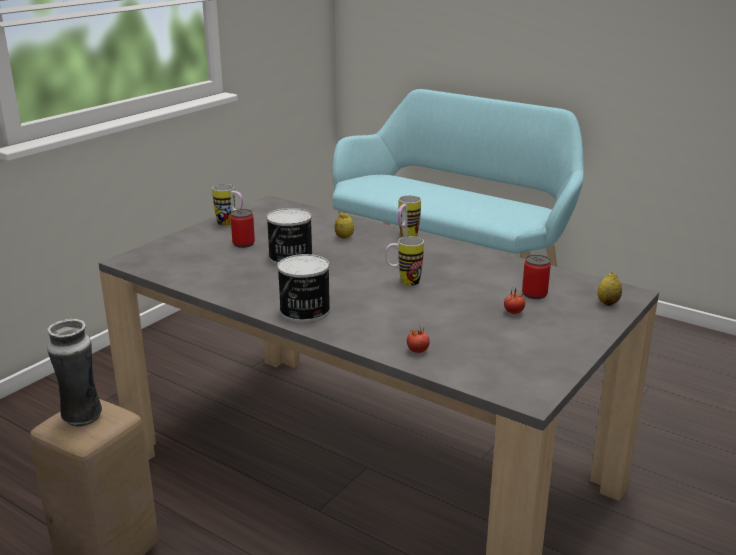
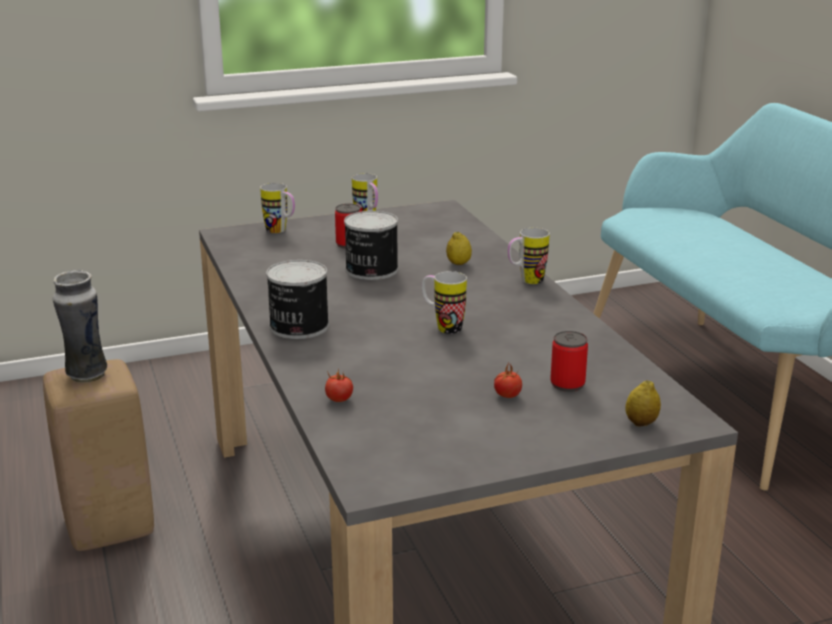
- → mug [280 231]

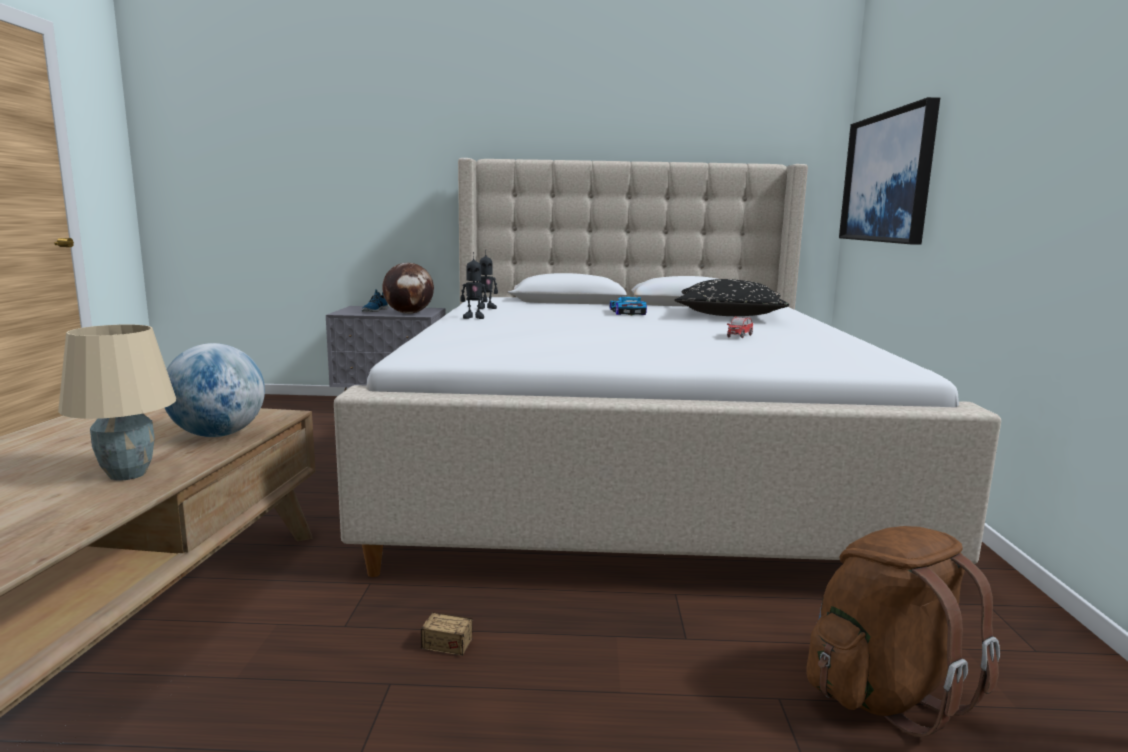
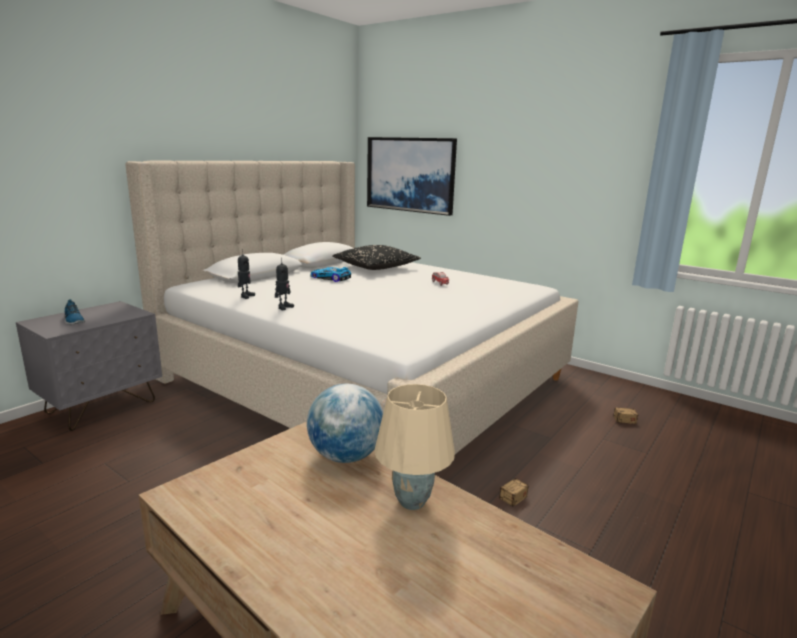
backpack in brown [884 693] → storage box [611 419]
globe [409 313] → -

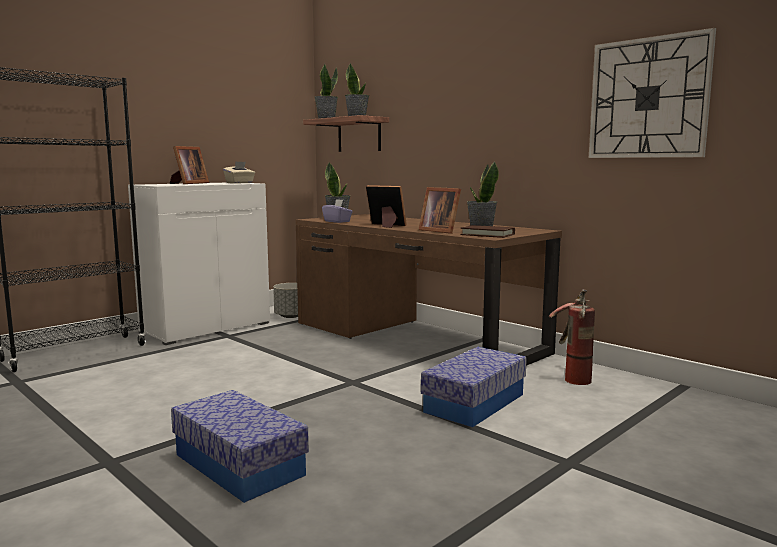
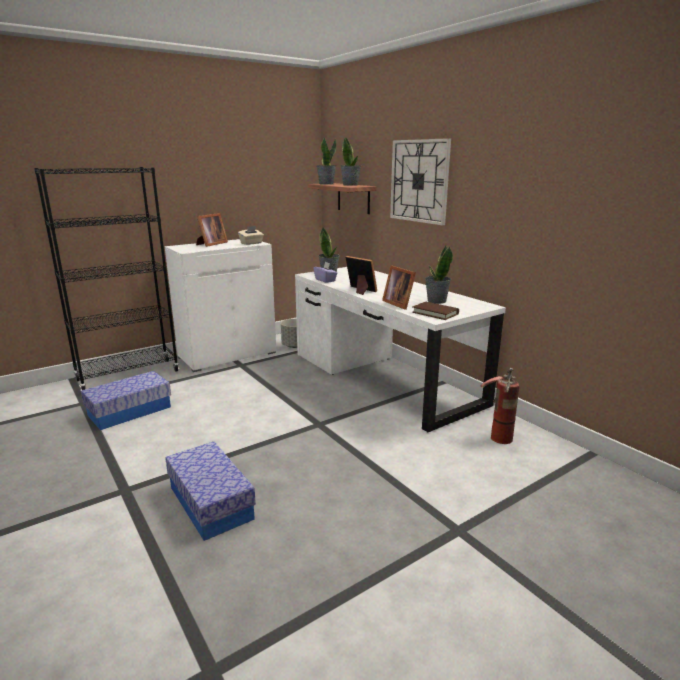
storage box [474 403] → storage box [130 411], move
desk in brown [415 338] → desk in white [384 378]
wall clock [648 98] → wall clock [419 181], move

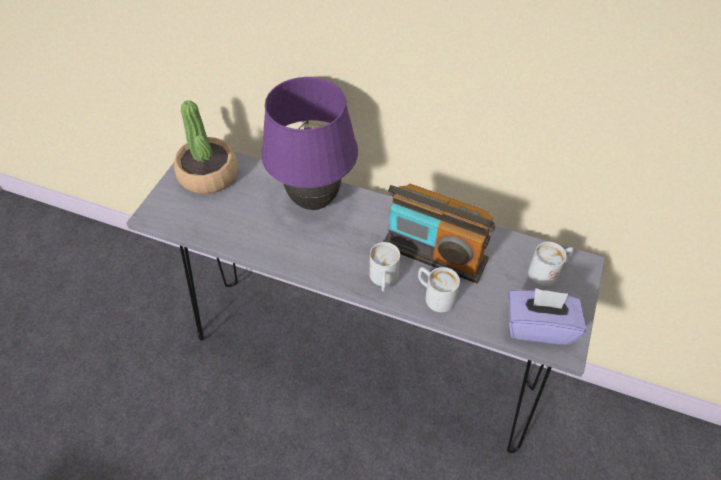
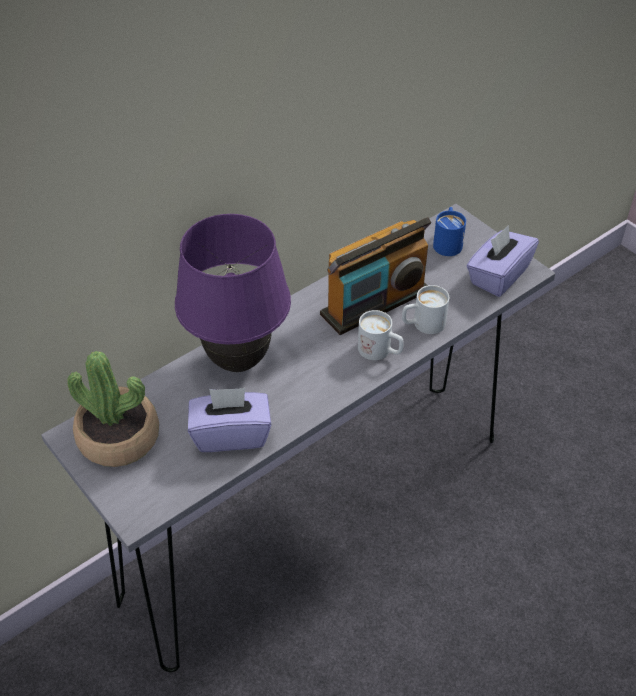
- → tissue box in purple [231 434]
mug in white [548 271] → mug in blue [447 242]

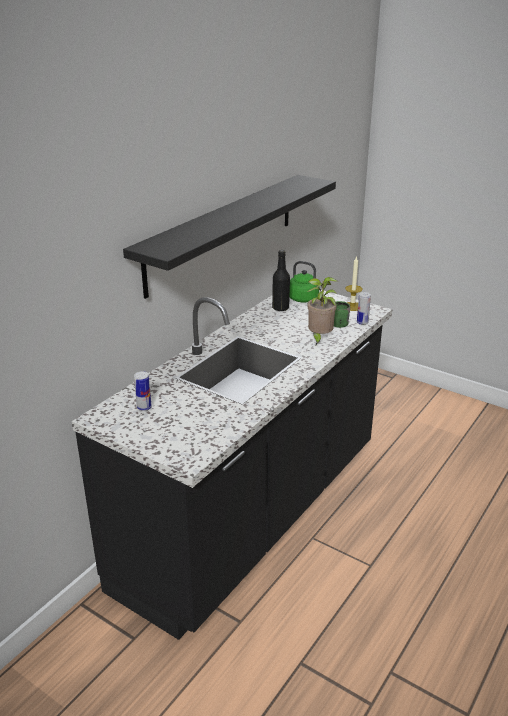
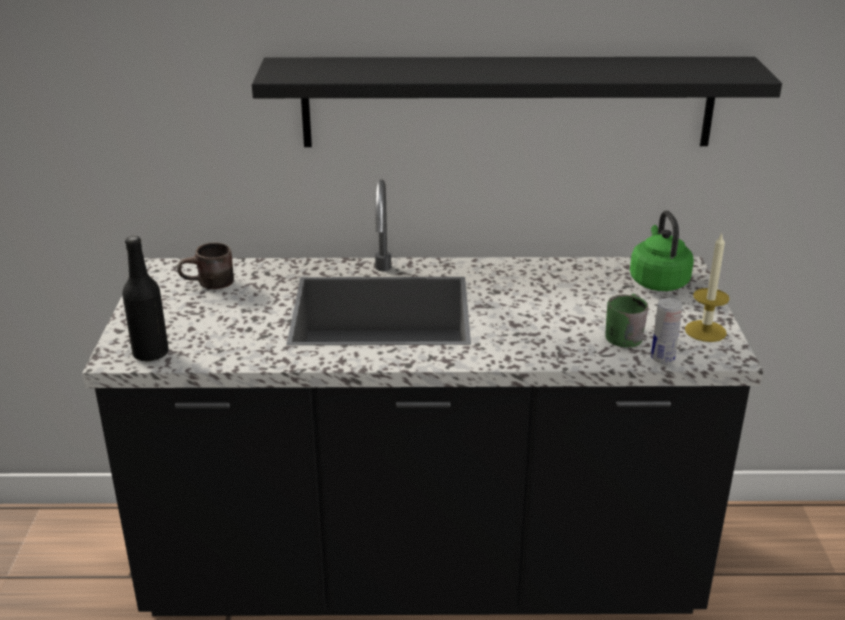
bottle in black [280 308] → bottle in black [150 353], move
can [144 407] → mug in brown [209 285]
potted plant [319 338] → -

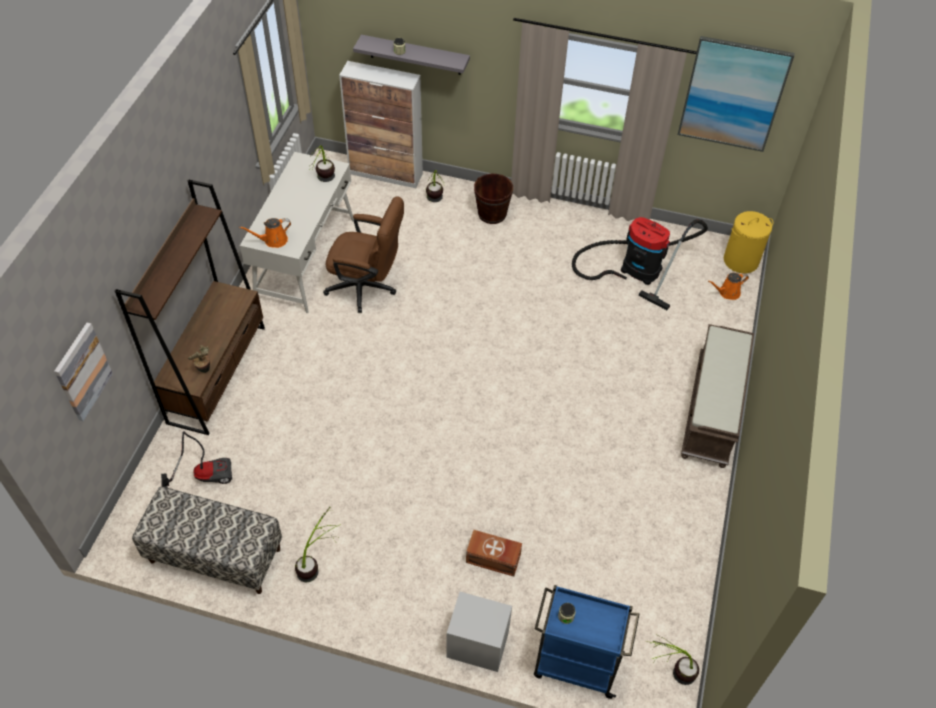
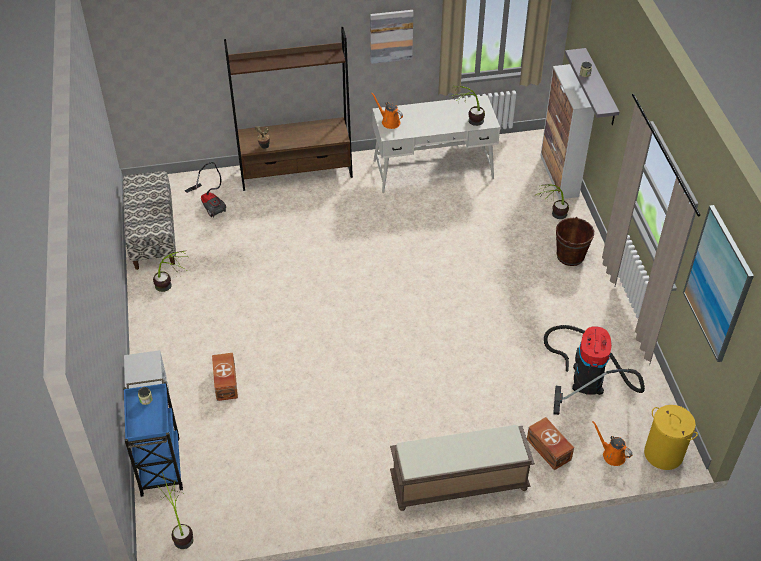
picture [82 371] → picture [391 36], move
- → storage box in brown [548 450]
office chair in brown [367 288] → -

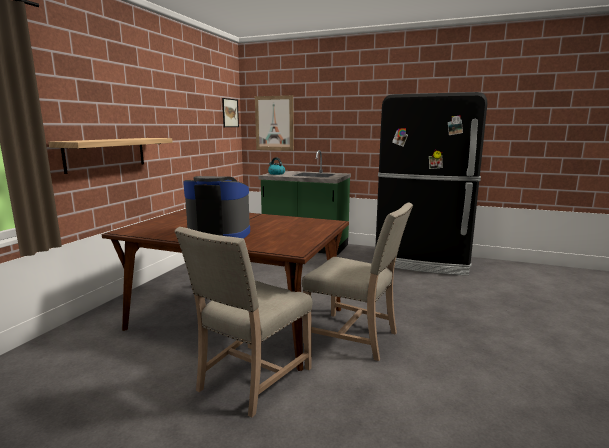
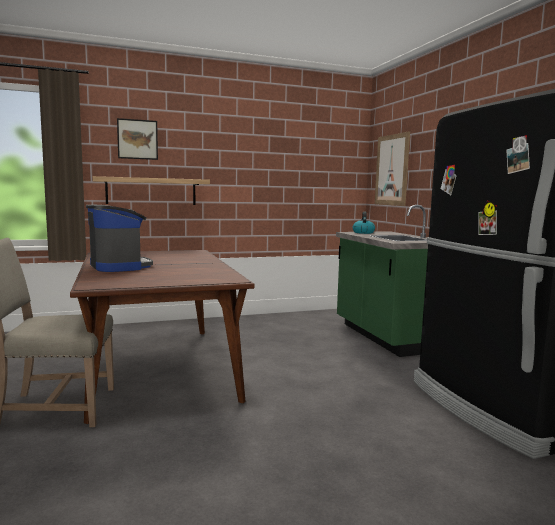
picture [230 113] → picture [137 139], move
chair in beige [354 337] → -

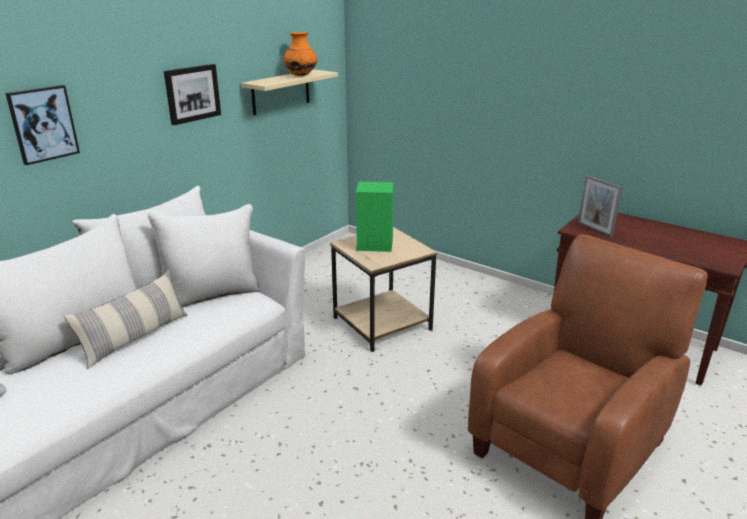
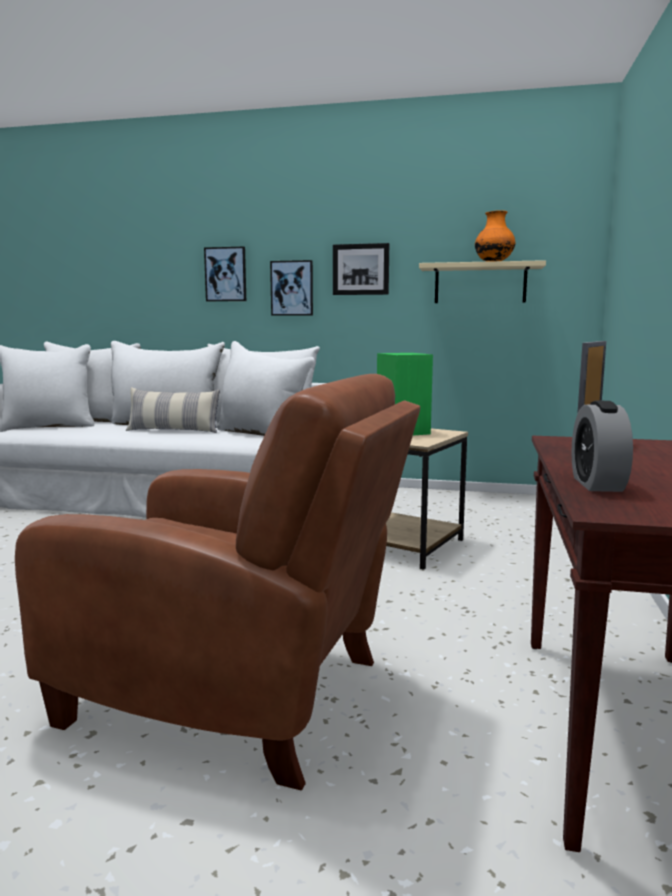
- → picture [292 288]
- → alarm clock [597 484]

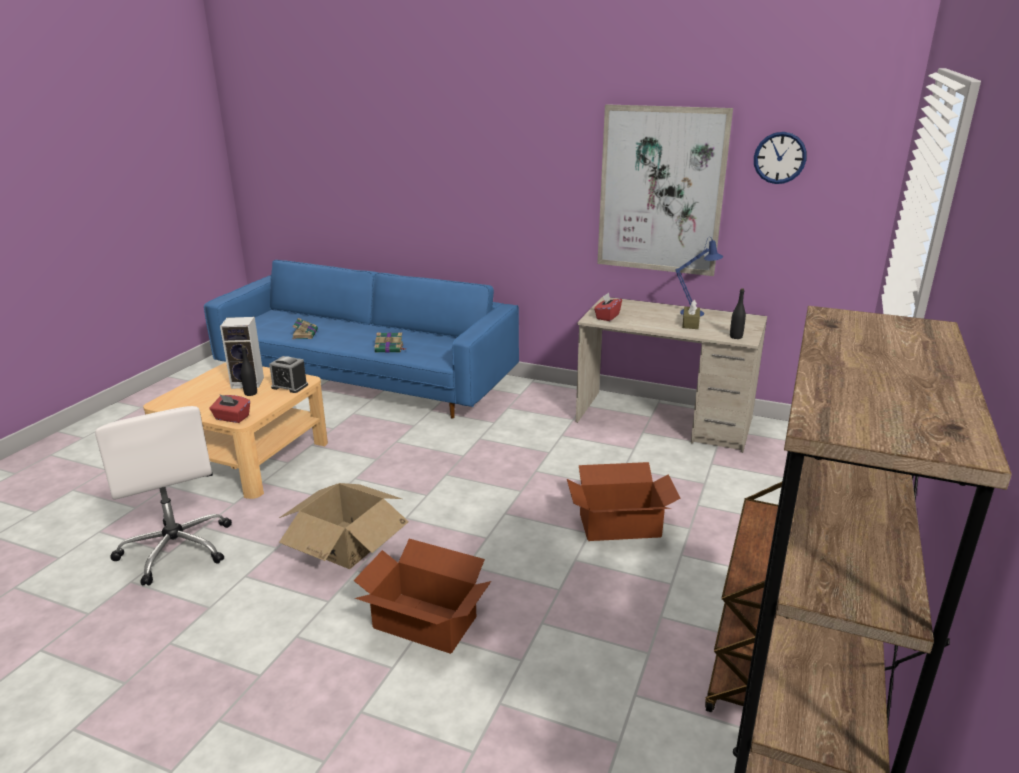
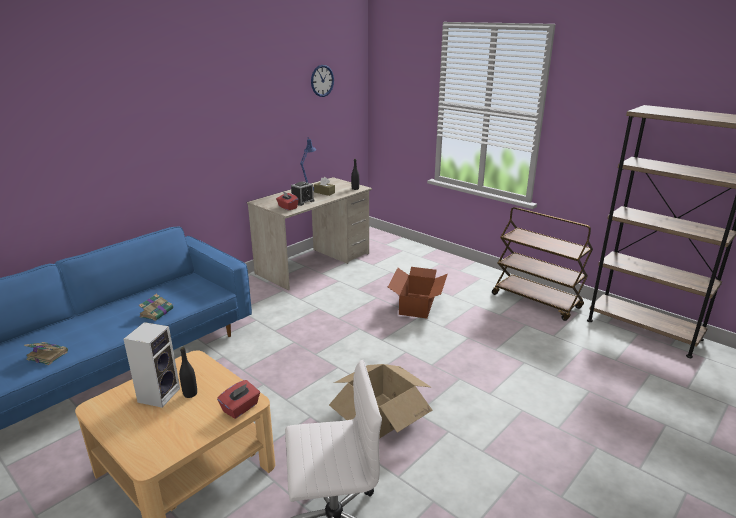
alarm clock [289 386] → alarm clock [302 201], move
cardboard box [425 623] → -
picture [661 190] → -

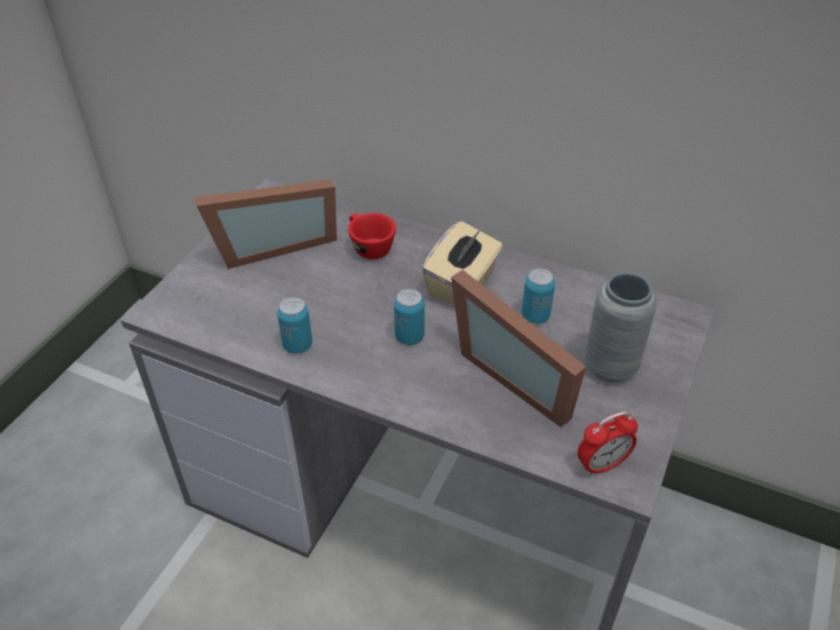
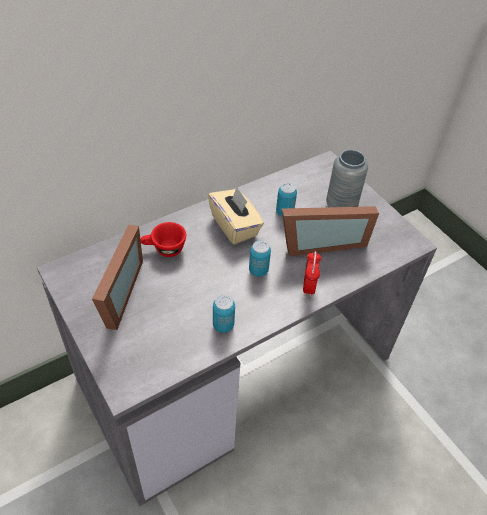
alarm clock [602 465] → alarm clock [308 287], move

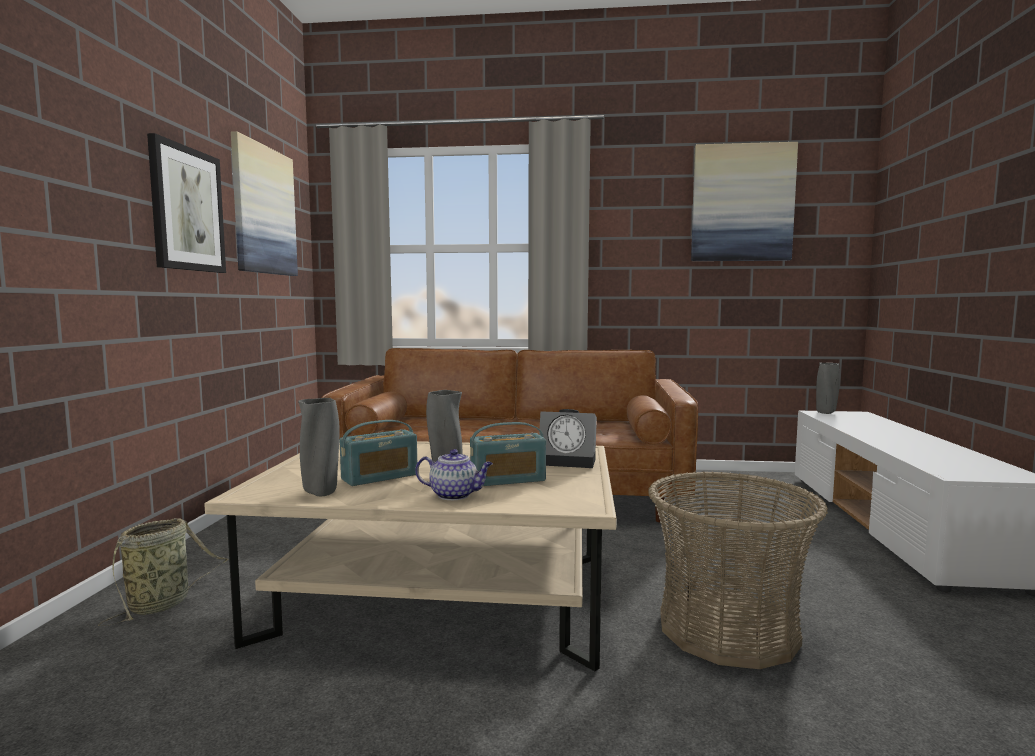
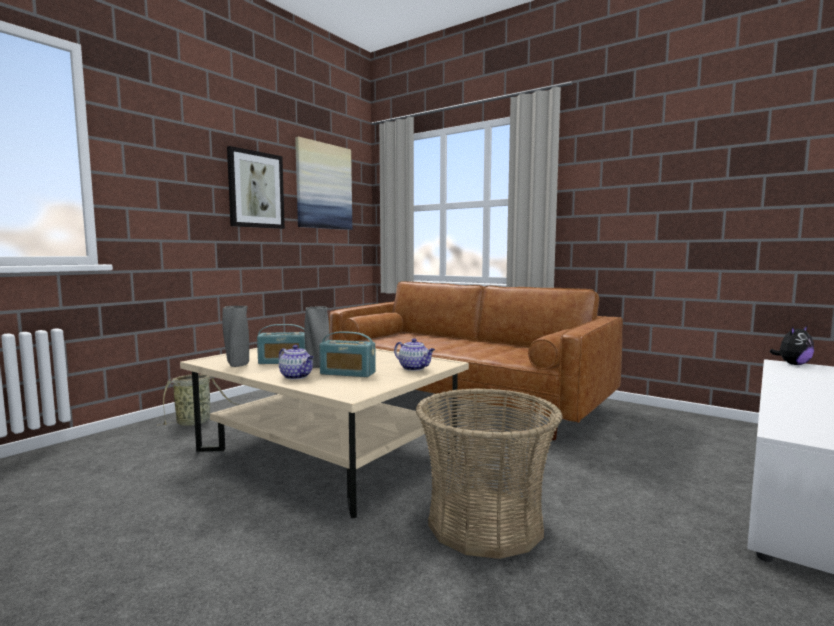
alarm clock [569 461] → teapot [414 368]
vase in grey [826 412] → plush toy [793 364]
picture [742 203] → -

